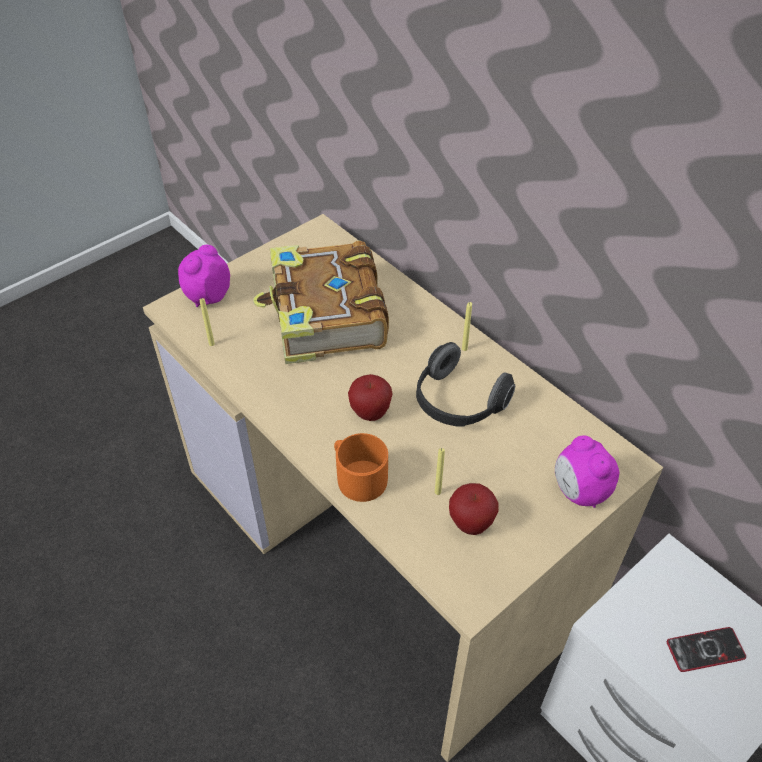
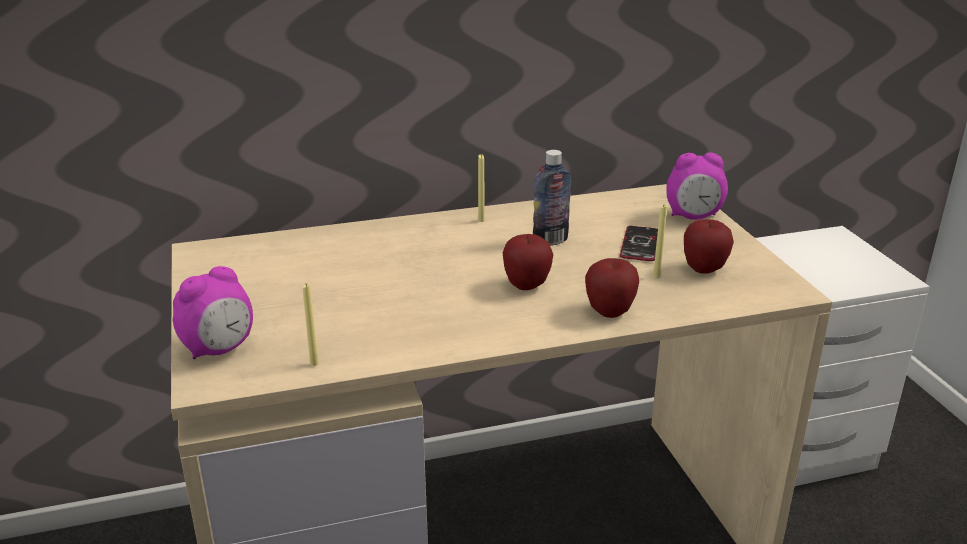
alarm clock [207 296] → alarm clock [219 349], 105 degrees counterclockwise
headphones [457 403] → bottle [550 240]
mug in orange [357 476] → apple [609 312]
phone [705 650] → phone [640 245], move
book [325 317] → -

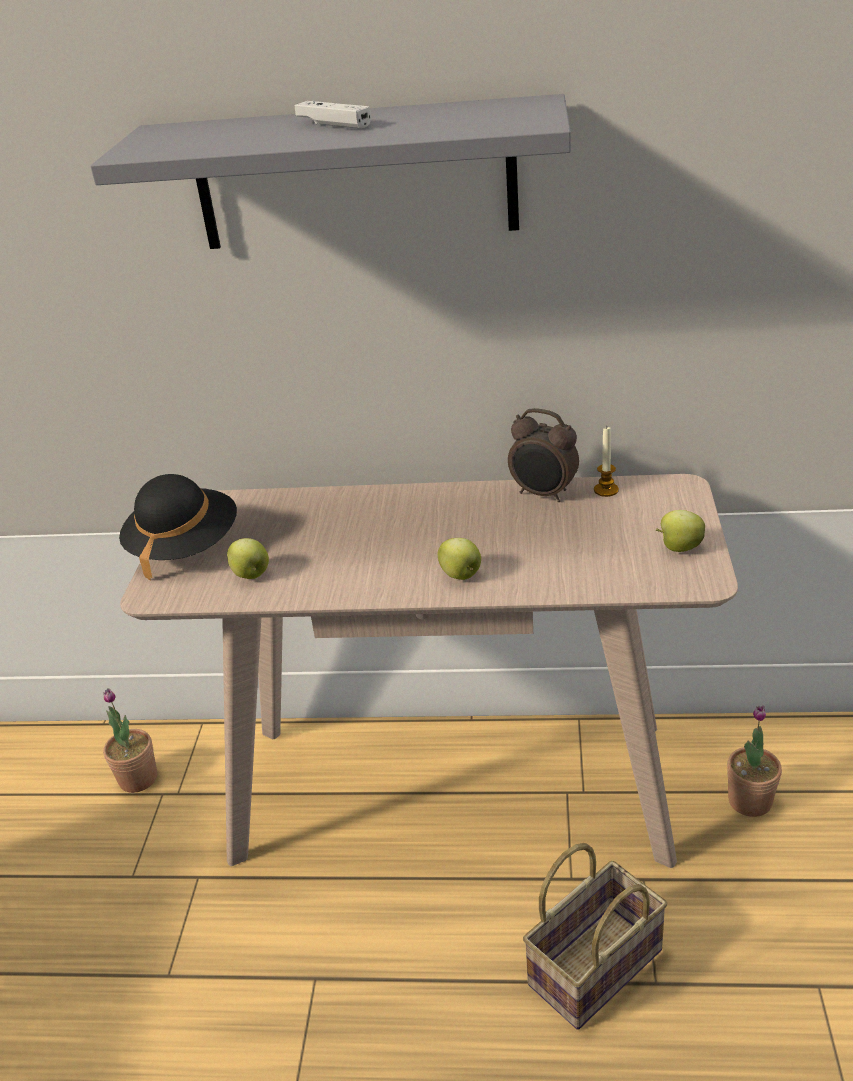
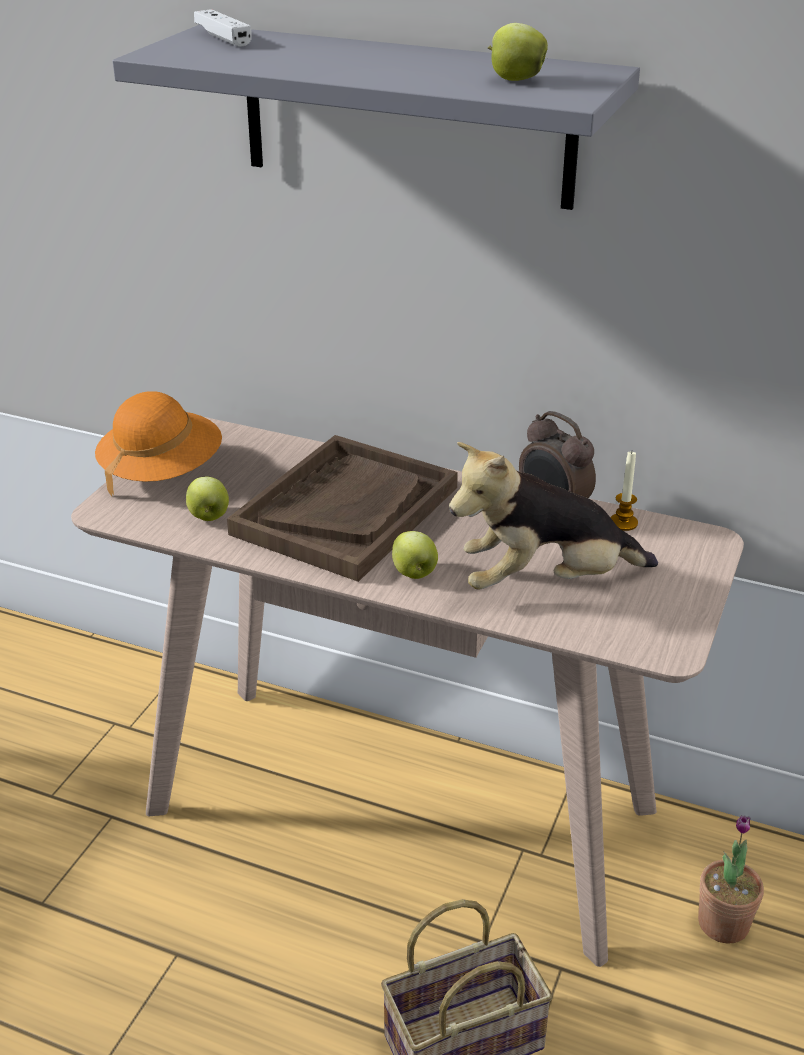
hat in black [184 547] → hat in orange [162 471]
game controller in white [333 124] → game controller in white [223 38], move
- → tray in brown [345 510]
- → plush toy [545 582]
apple [679 548] → apple [514 79], move
potted plant [138 778] → -

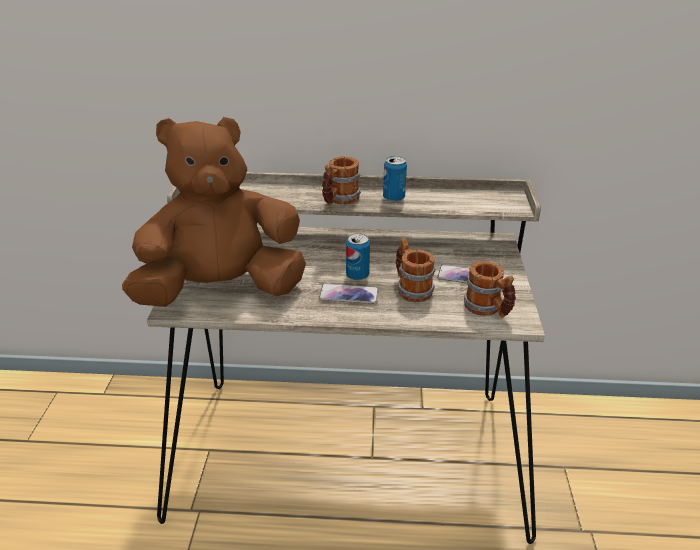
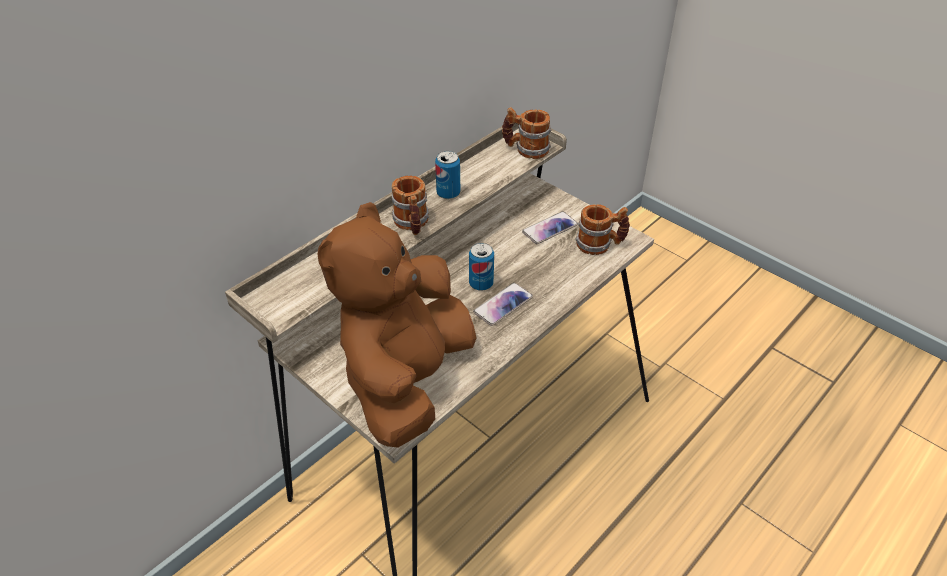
mug [411 288] → mug [525 149], move

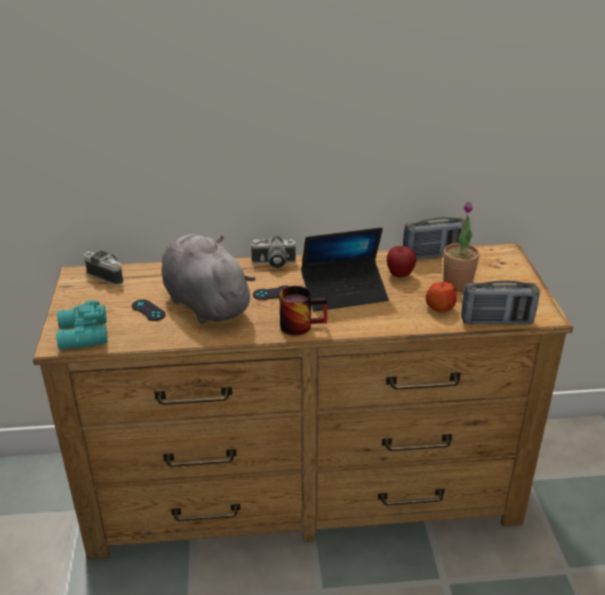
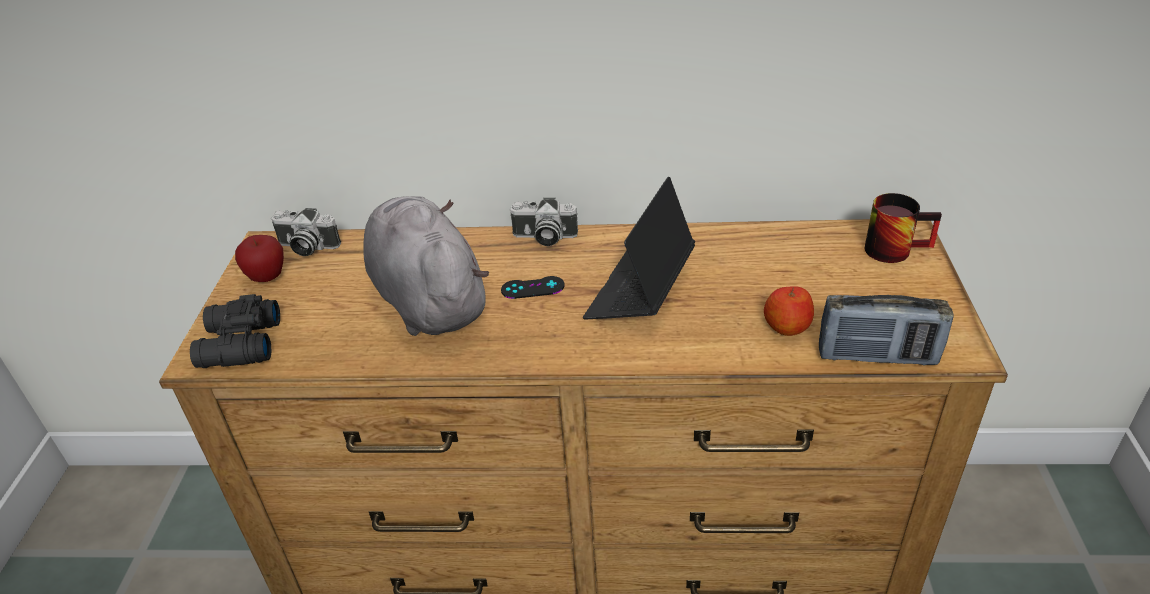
binoculars in turquoise [82 335] → binoculars in black [238 345]
apple [400 275] → apple [267 278], move
photo camera [109 275] → photo camera [306 247], 150 degrees clockwise
laptop [344 292] → laptop [640 292], 120 degrees clockwise
mug [301 324] → mug [894 247], move
game controller in black [148 310] → -
radio [433 255] → -
potted plant [457 282] → -

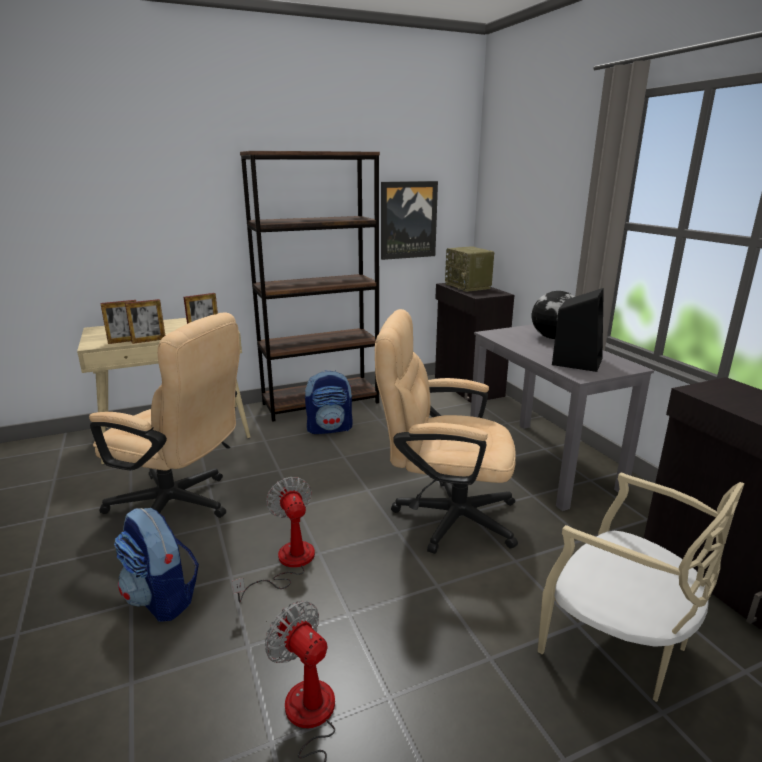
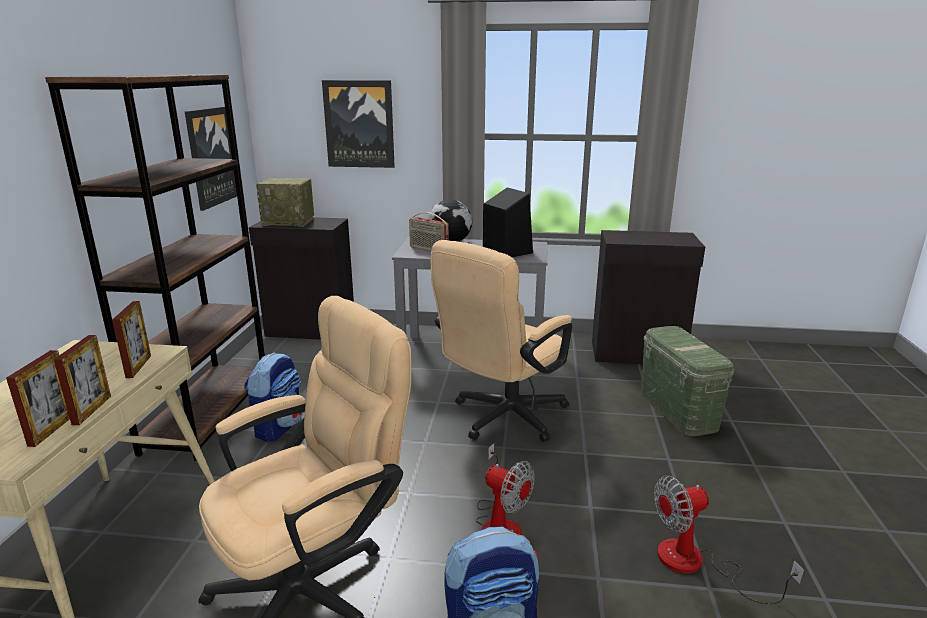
- → picture [359 124]
- → radio [428 250]
fan [287 563] → fan [500 523], 150 degrees counterclockwise
chair in beige [618 645] → storage box in green [678 410]

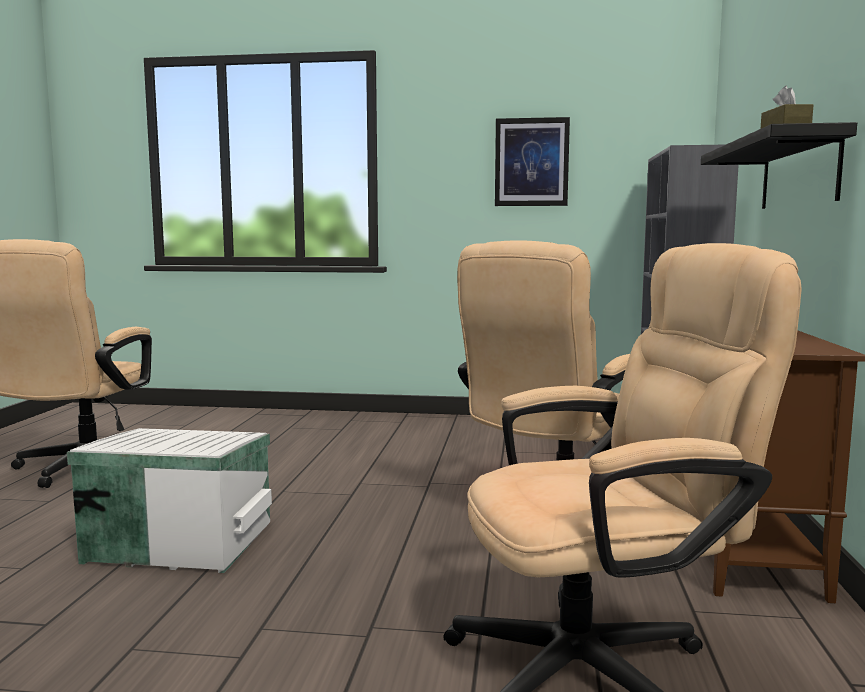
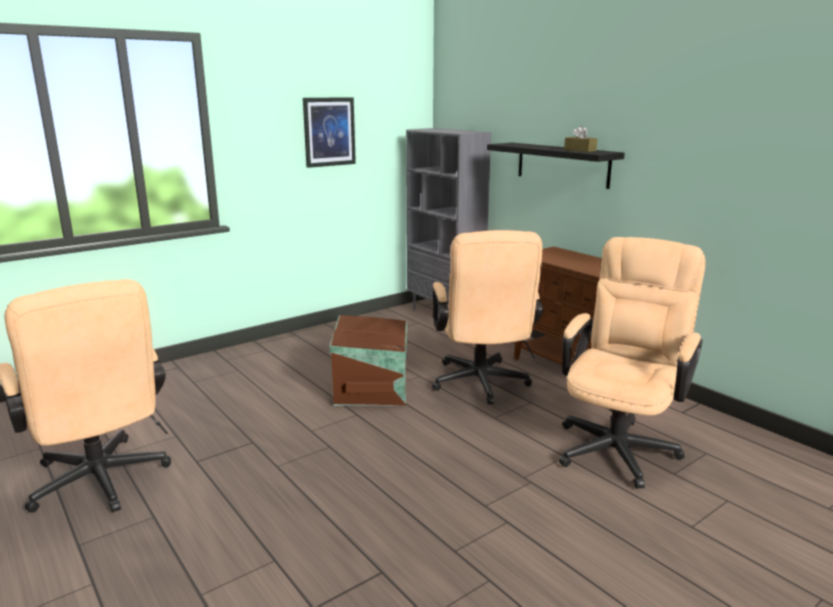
- → storage box in brown [373 386]
storage box in white [180 540] → -

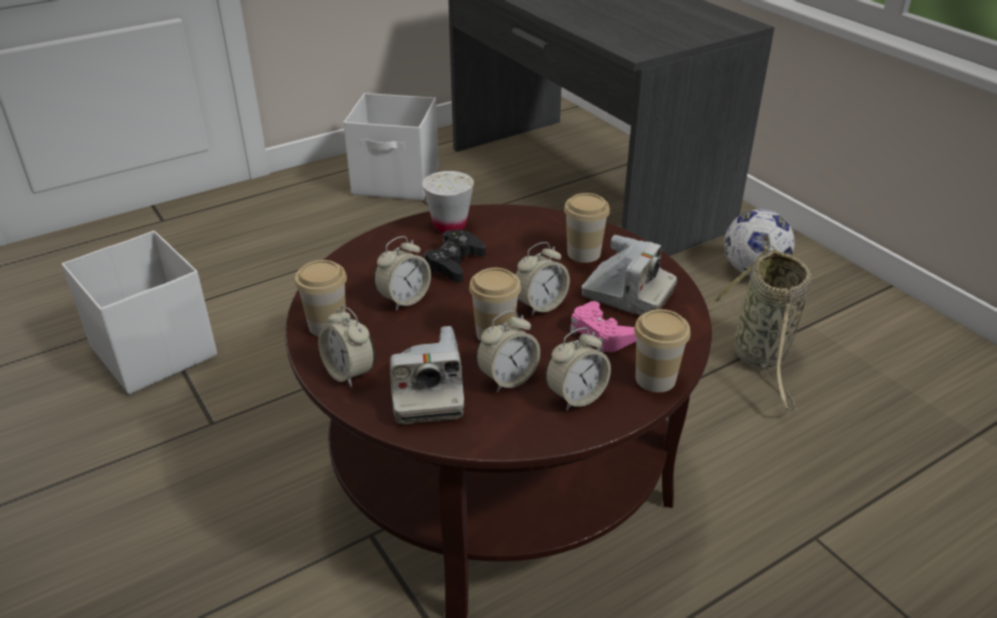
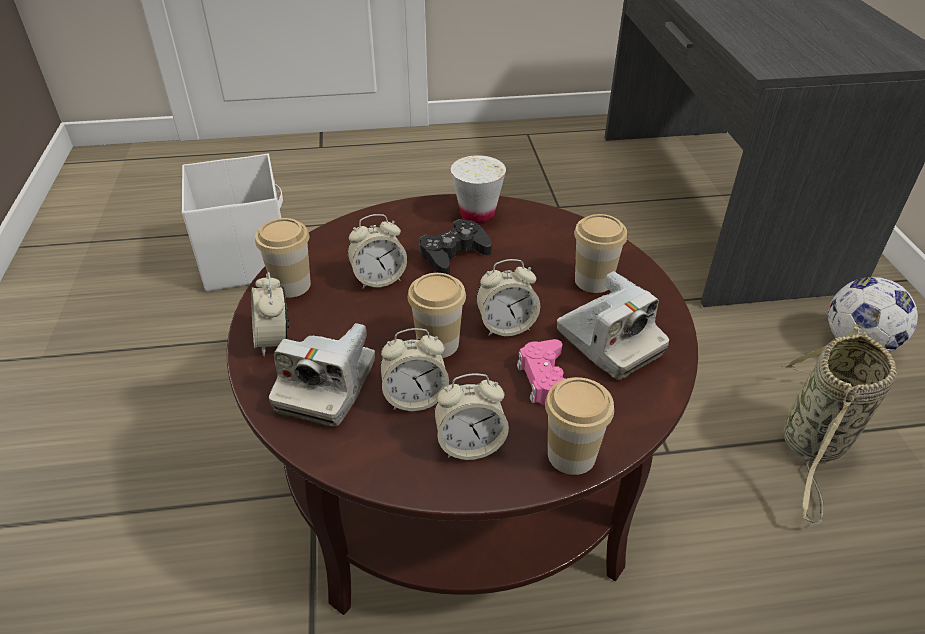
storage box in white [397 182] → -

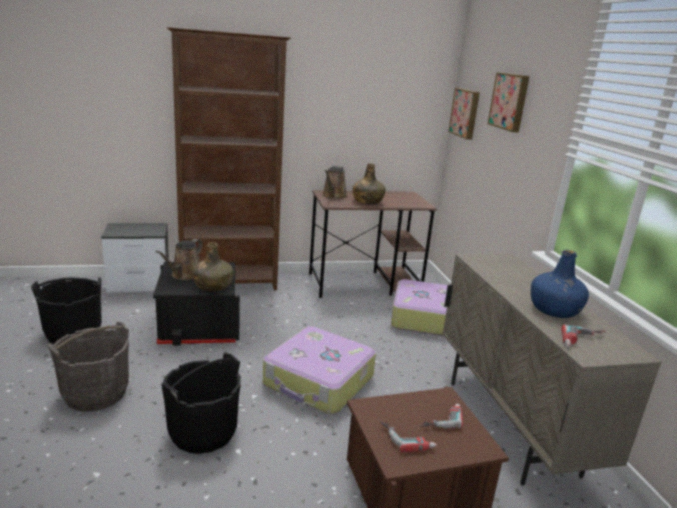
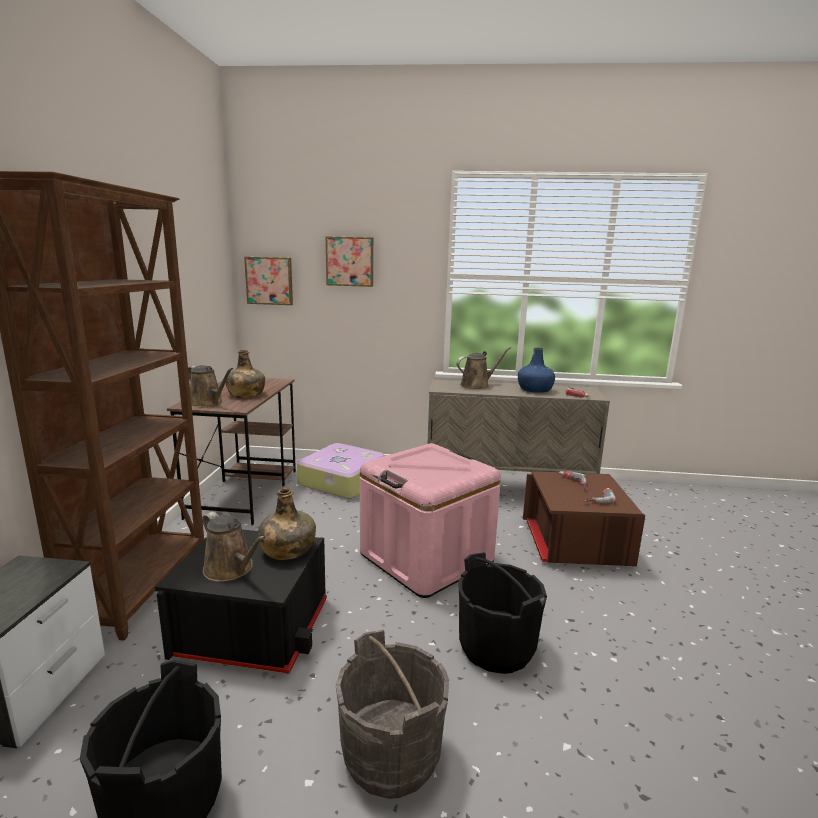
suitcase [319 382] → storage box in pink [426 558]
- → watering can in brown [477 385]

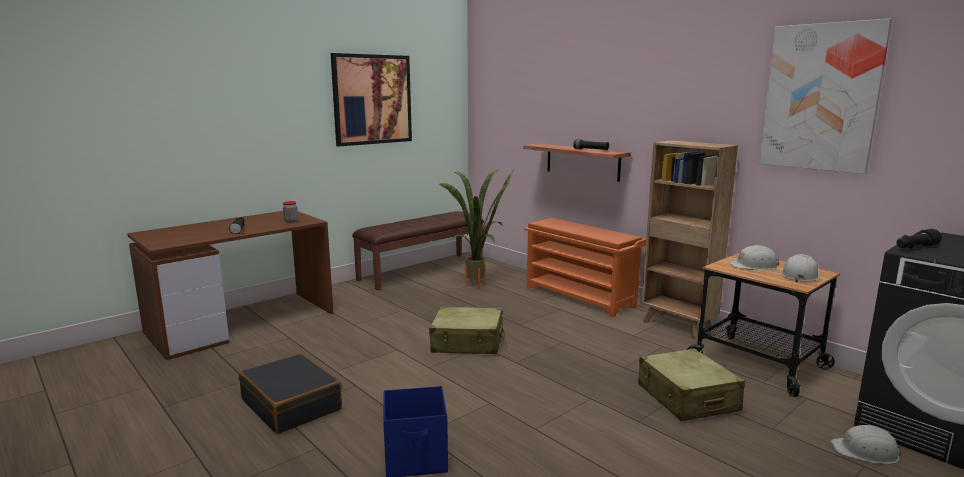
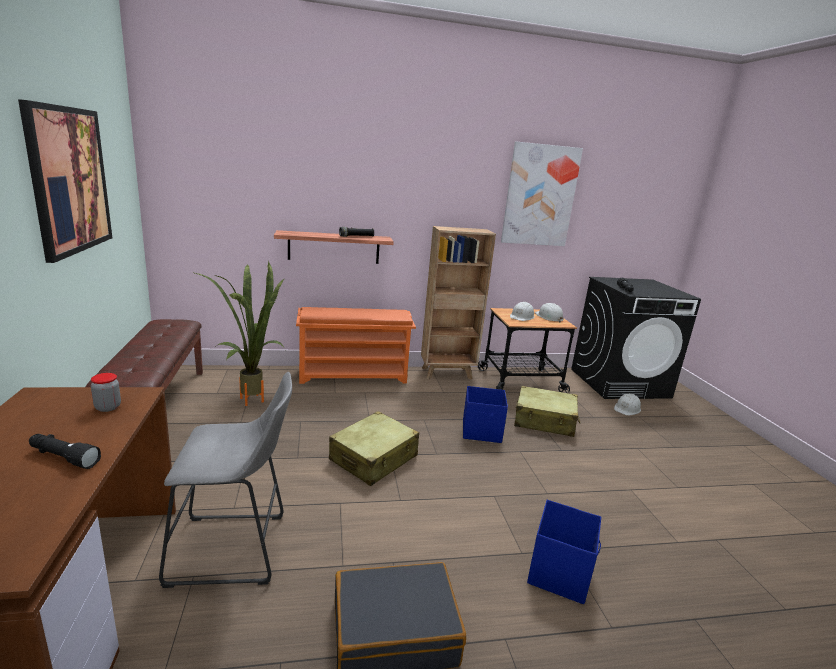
- → stool in grey [235 549]
- → storage box in blue [482 432]

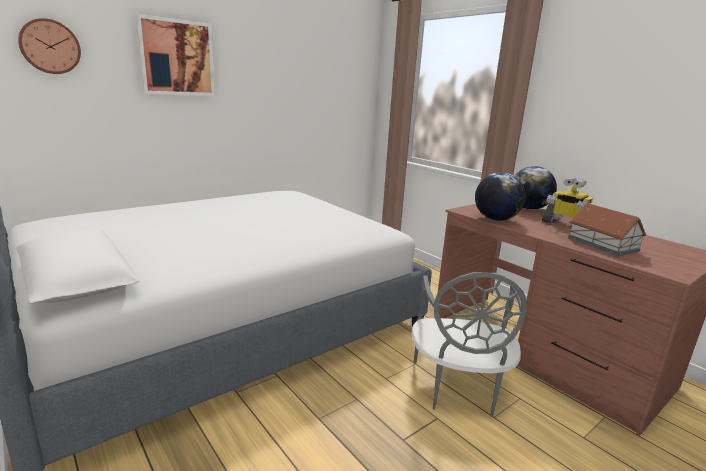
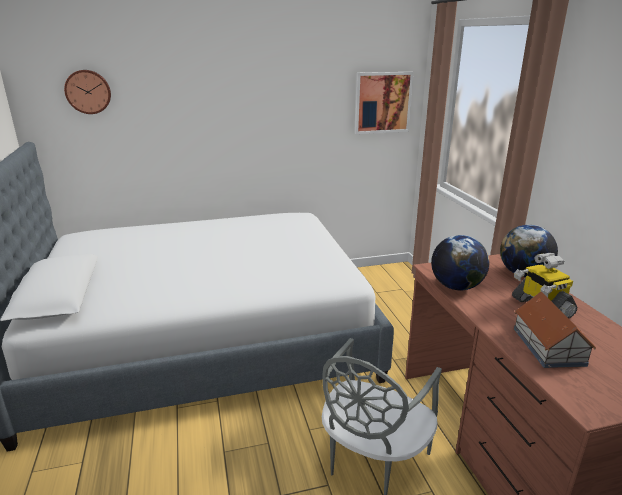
picture [177 58] → picture [382 102], move

